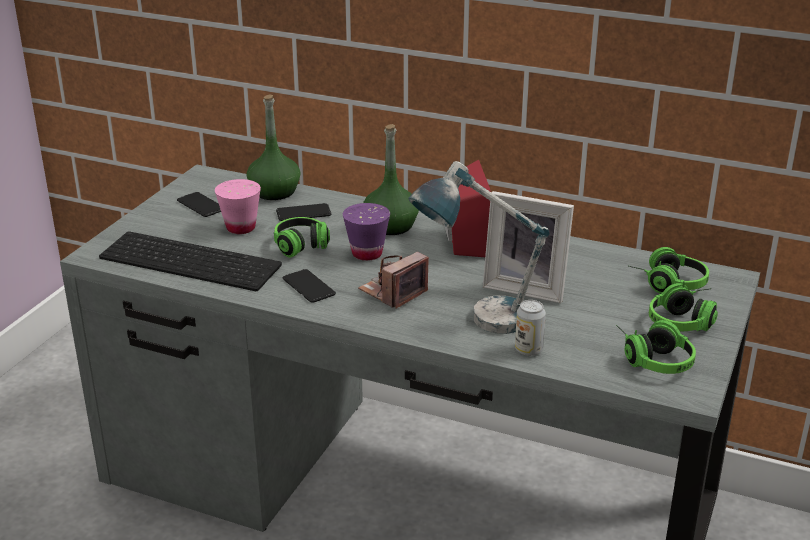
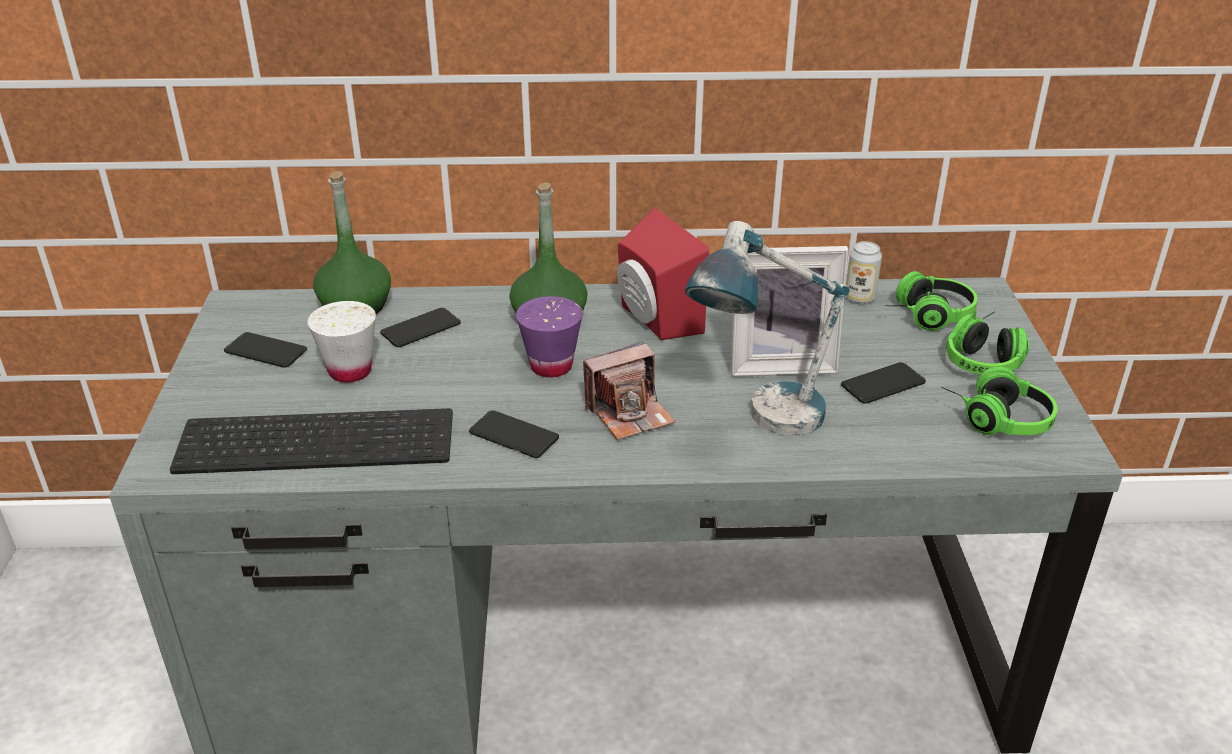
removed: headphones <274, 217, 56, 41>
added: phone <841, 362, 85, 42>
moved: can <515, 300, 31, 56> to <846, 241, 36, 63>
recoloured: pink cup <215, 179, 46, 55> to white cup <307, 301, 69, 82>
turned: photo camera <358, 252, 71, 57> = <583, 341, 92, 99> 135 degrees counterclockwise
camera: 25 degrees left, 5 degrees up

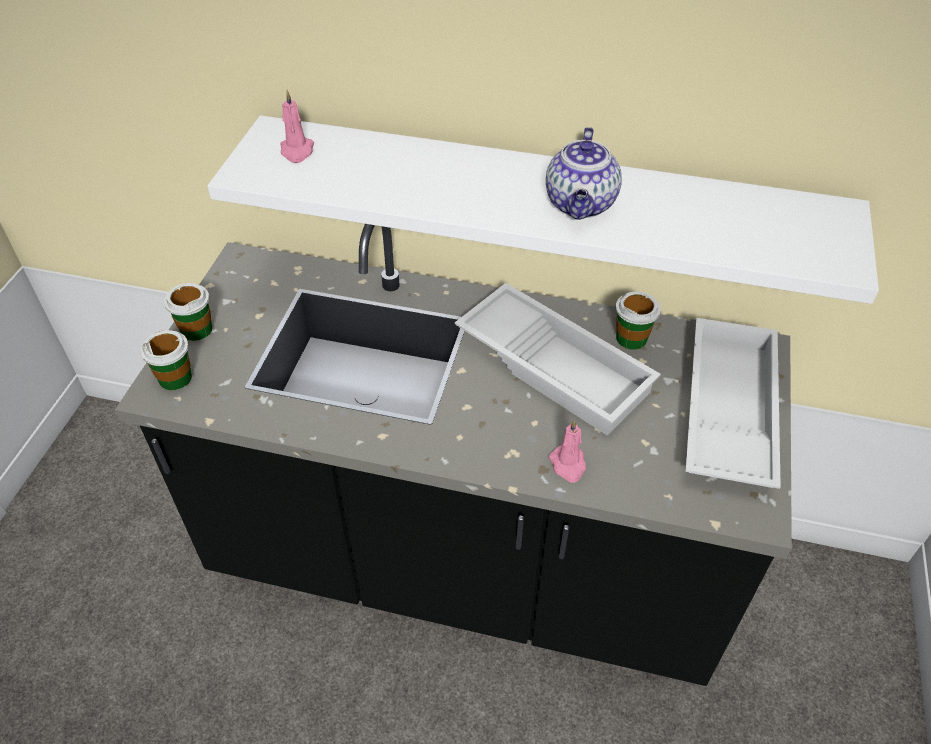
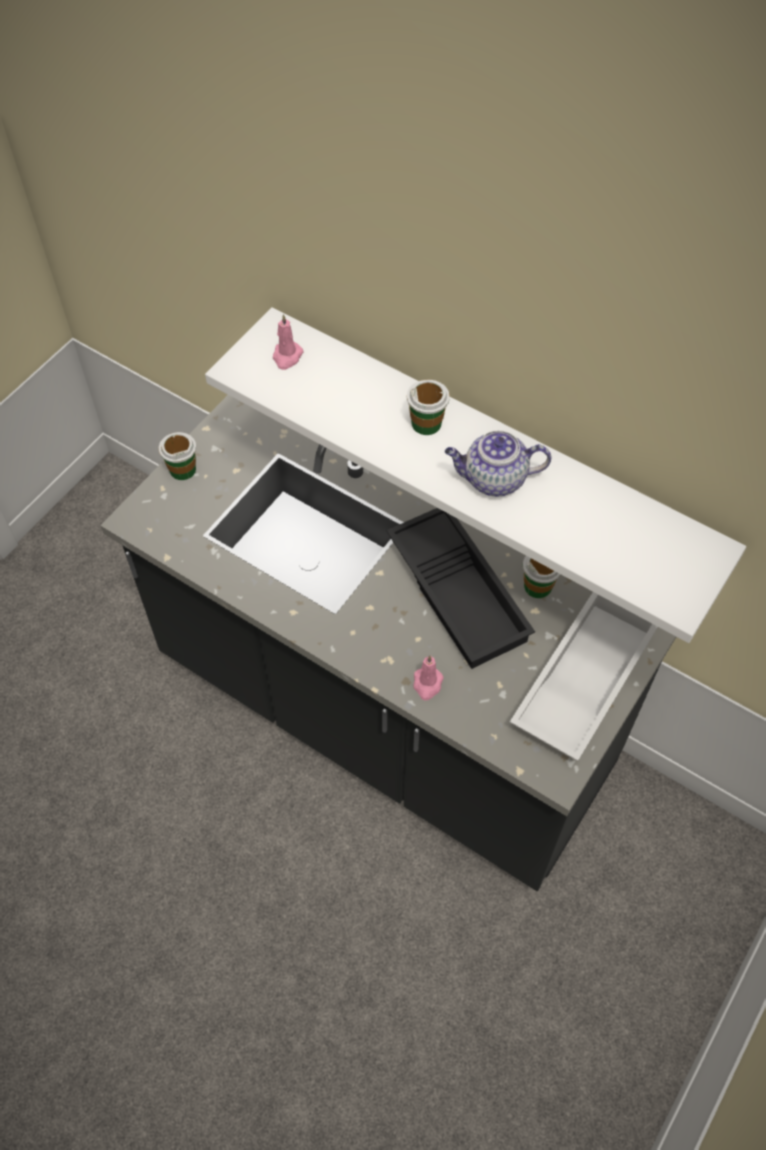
moved: cup <140, 330, 52, 60> to <407, 380, 43, 55>
recoloured: white tray <455, 283, 206, 153> to black tray <386, 508, 149, 161>
turned: teapot <546, 127, 76, 93> = <445, 430, 106, 66> 60 degrees clockwise
camera: 20 degrees right, 10 degrees up

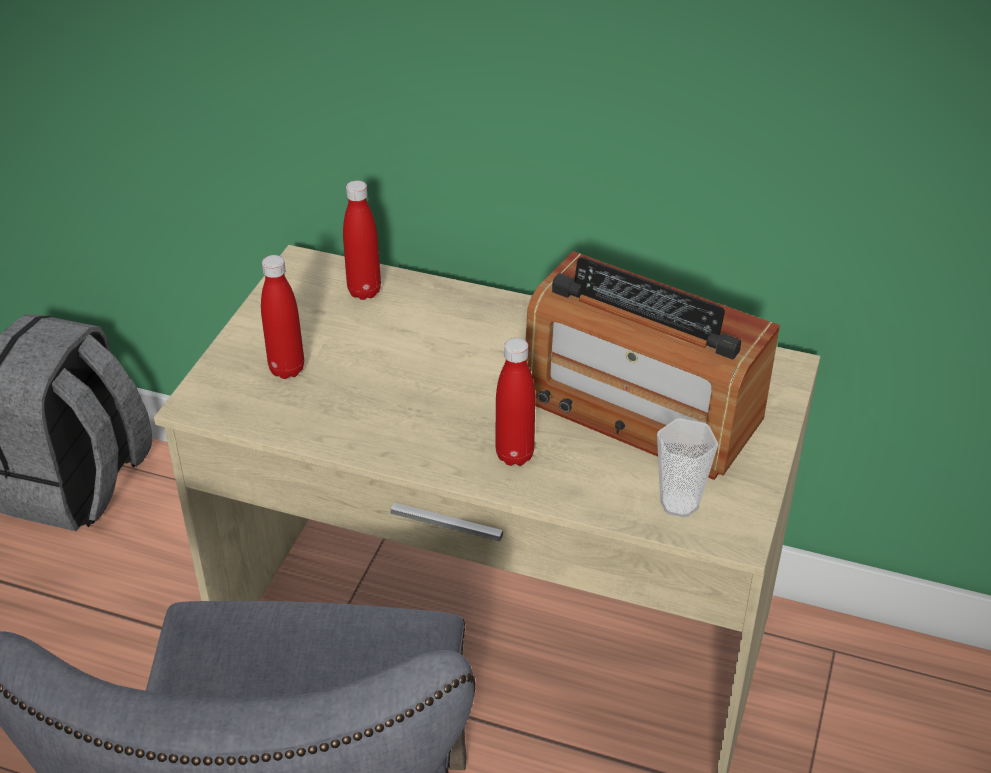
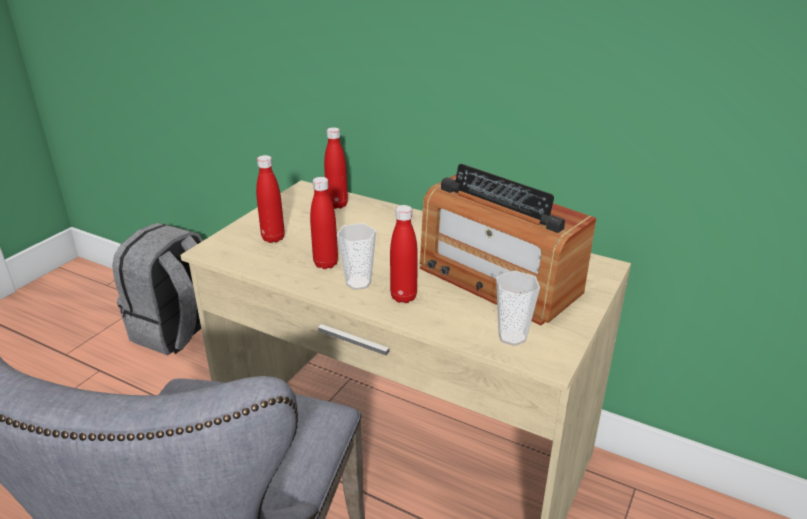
added: red bottle <310, 177, 28, 92>; cup <337, 223, 39, 67>
camera: 10 degrees right, 10 degrees down

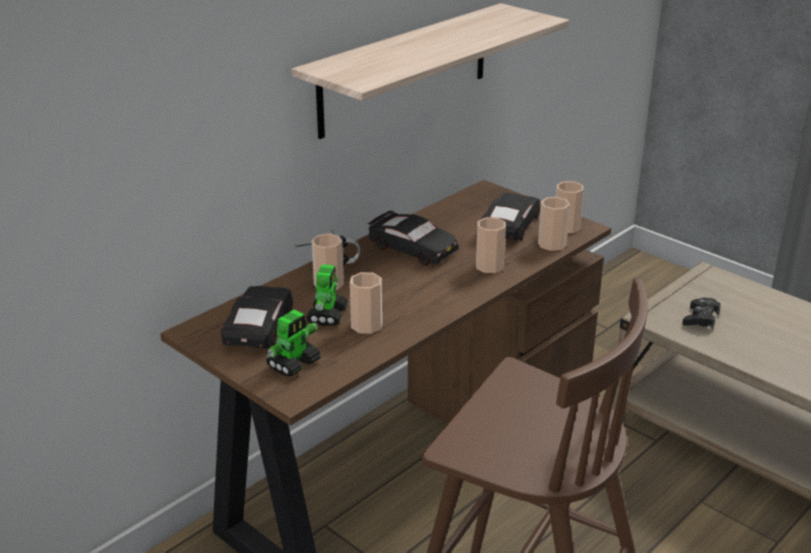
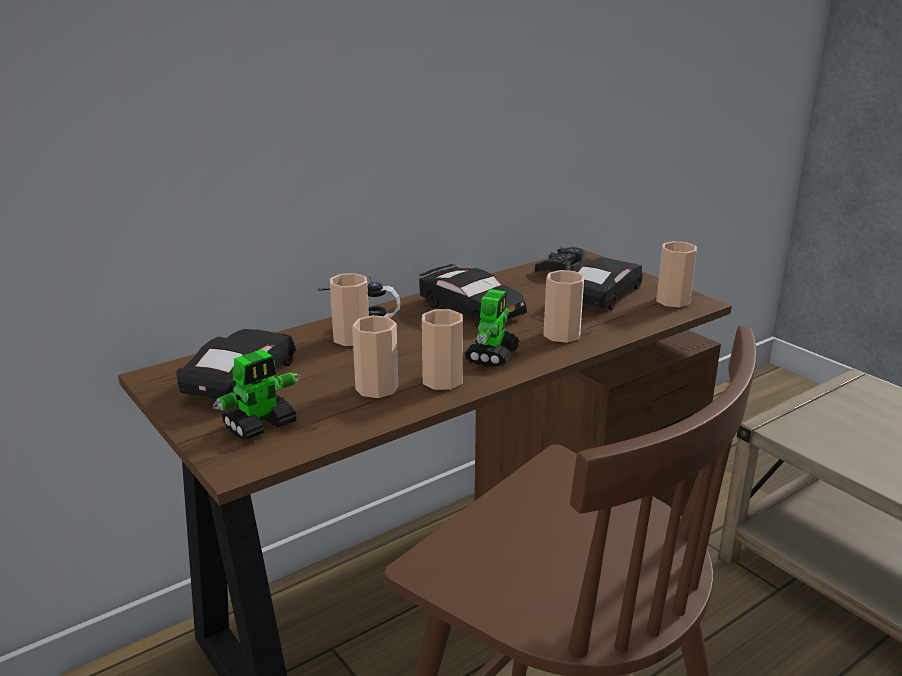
removed: shelf <291, 3, 278, 136>
moved: toy robot <306, 264, 42, 62> to <465, 289, 55, 78>; cup <538, 197, 32, 54> to <422, 309, 41, 81>; black game controller <682, 297, 39, 33> to <535, 246, 51, 26>
camera: 10 degrees right, 5 degrees down

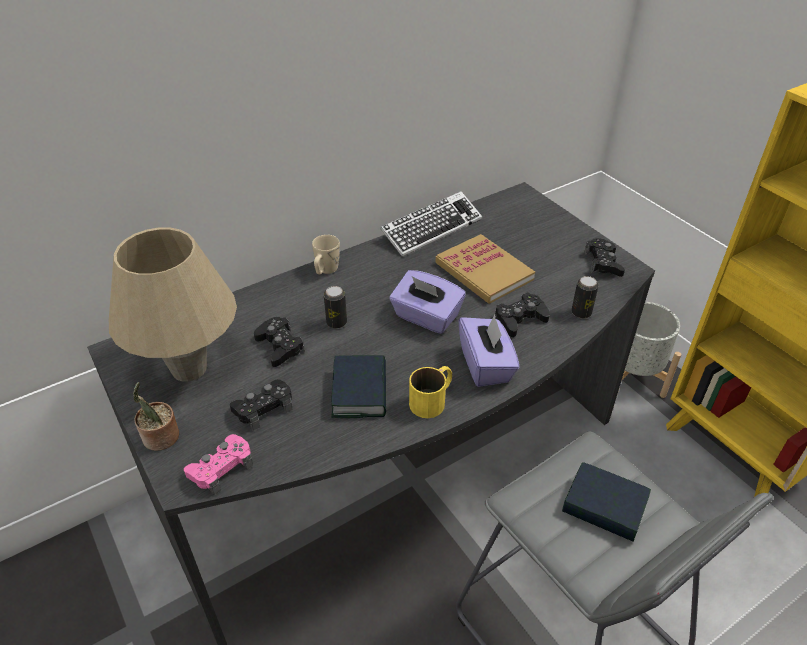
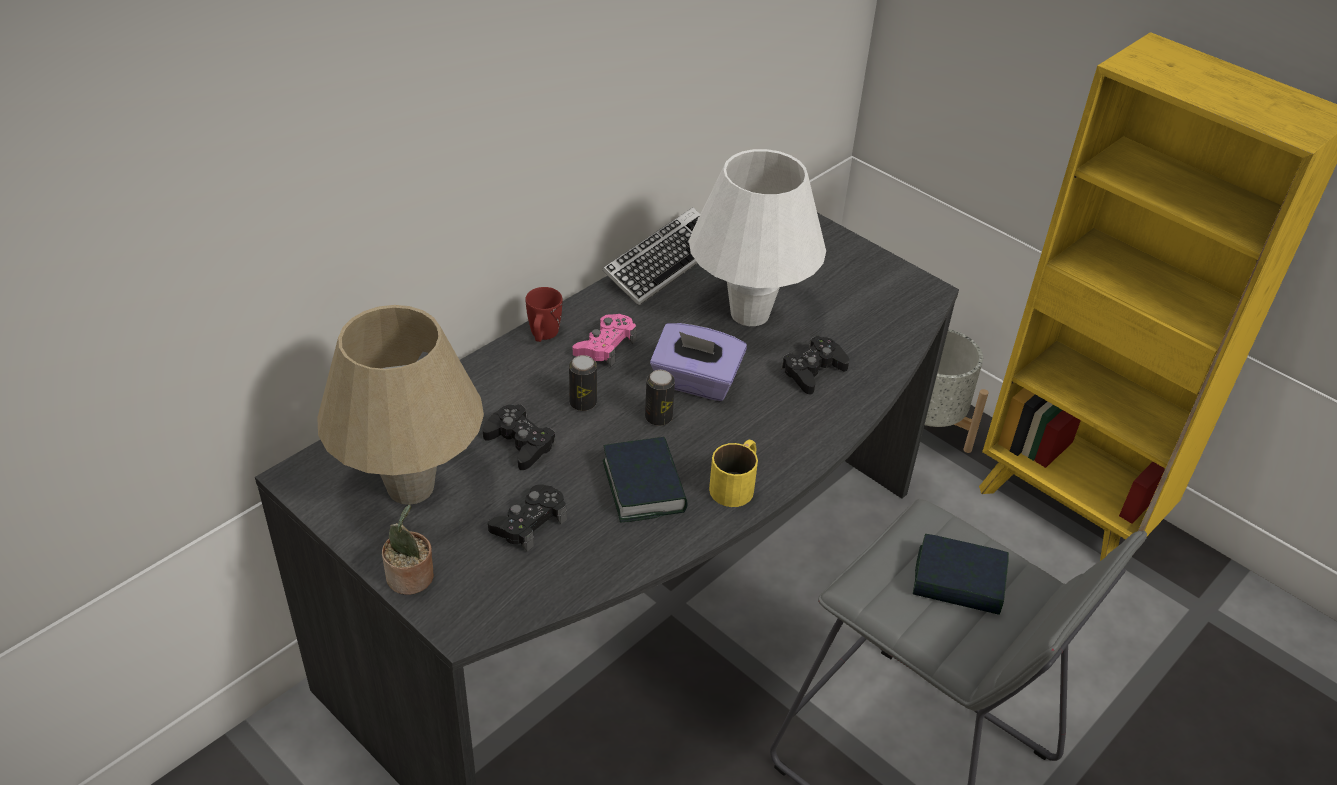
removed: purple tissue box <459, 315, 61, 72>; black game controller <585, 238, 40, 39>
moved: pink game controller <184, 434, 69, 61> to <573, 314, 64, 53>; can <571, 276, 28, 42> to <645, 370, 30, 56>
replaced: book <435, 234, 100, 70> to white table lamp <689, 149, 137, 177>
recoloured: beige mug <312, 235, 28, 39> to red mug <525, 287, 38, 55>
camera: 15 degrees left, 0 degrees up

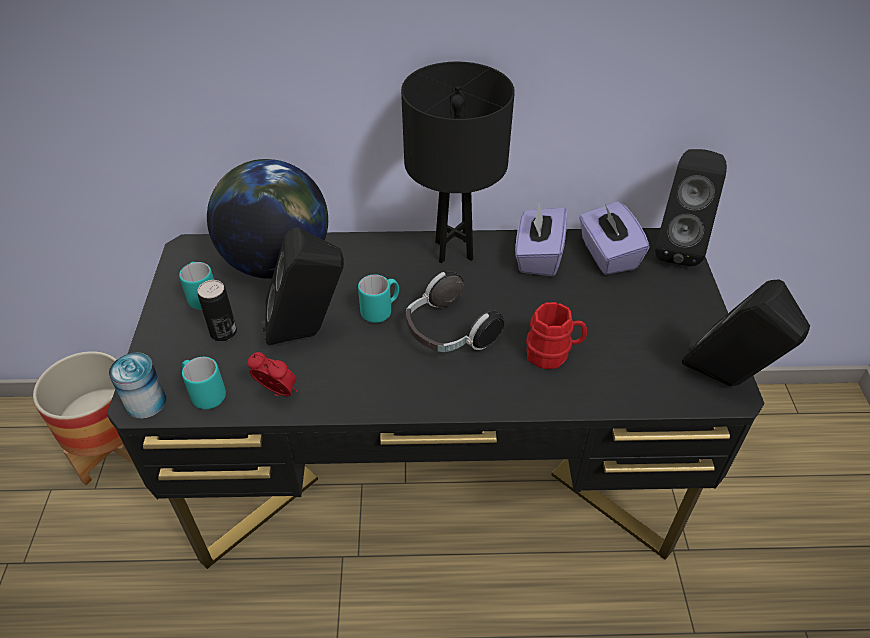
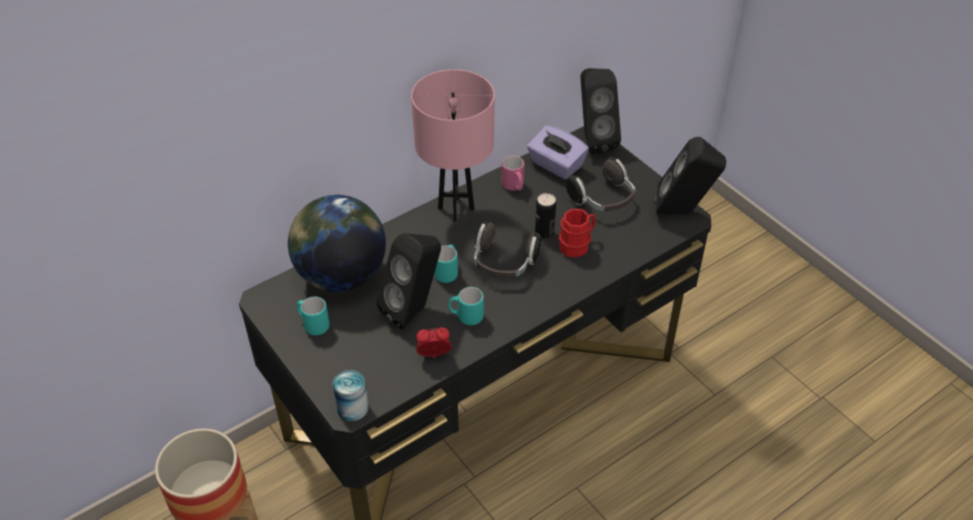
added: headphones <566, 158, 69, 53>
moved: turquoise mug <182, 357, 44, 52> to <448, 287, 36, 38>; can <198, 280, 39, 61> to <535, 193, 21, 45>
replaced: purple tissue box <515, 204, 52, 72> to pink mug <502, 156, 22, 35>
recoloured: black table lamp <401, 62, 114, 201> to pink table lamp <411, 69, 84, 153>
camera: 35 degrees left, 0 degrees up

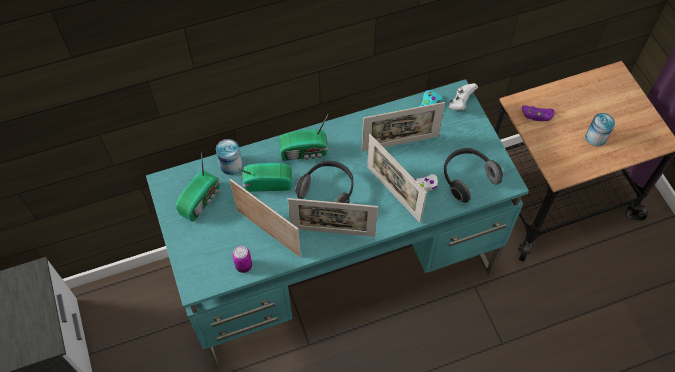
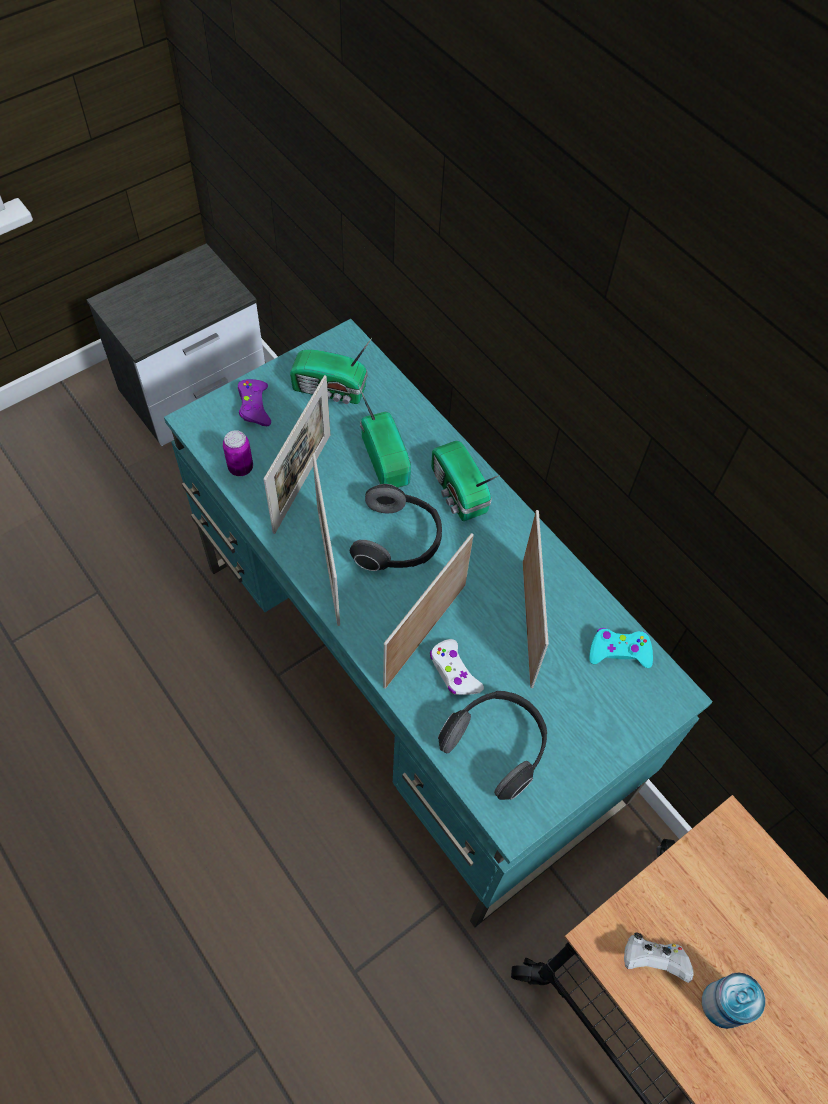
removed: can <216, 139, 27, 36>
moved: white game controller <449, 83, 29, 28> to <624, 932, 70, 51>; purple game controller <522, 106, 33, 15> to <238, 379, 33, 47>
turned: picture frame <362, 102, 83, 50> = <523, 510, 26, 178> 150 degrees counterclockwise
camera: 70 degrees right, 0 degrees up

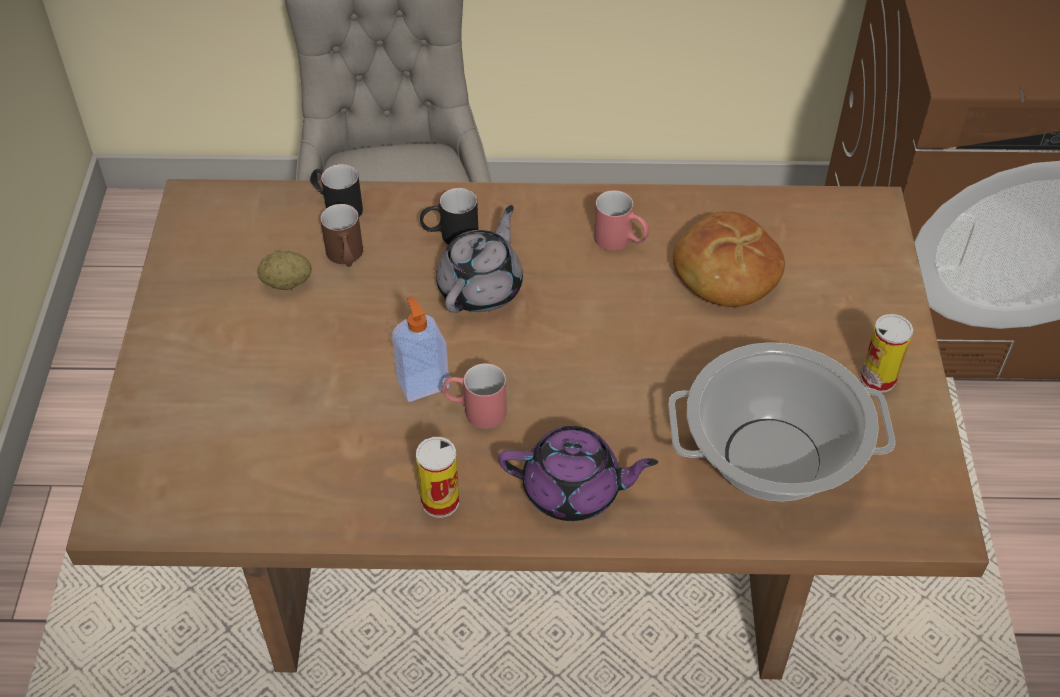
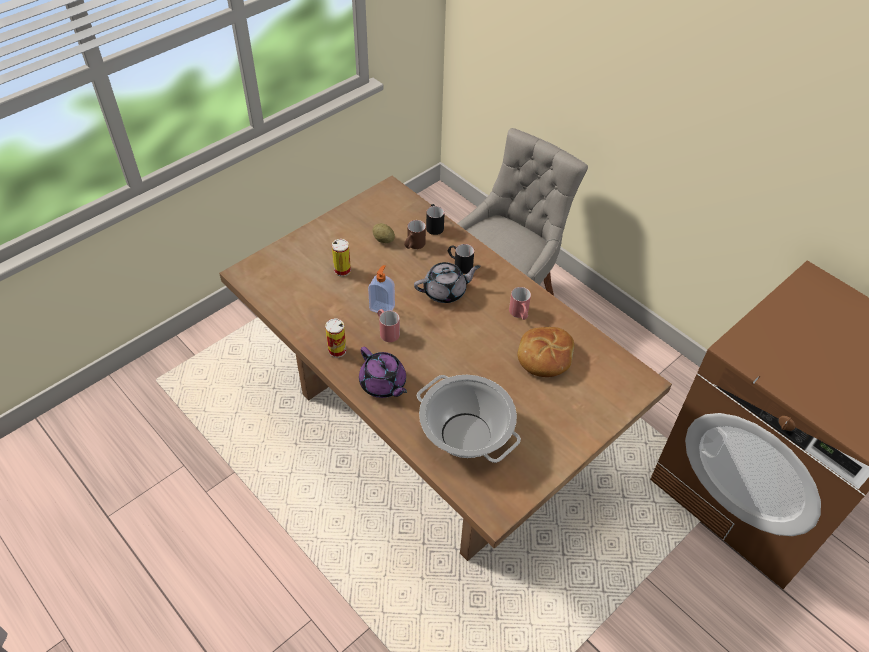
moved: can <860, 314, 53, 79> to <332, 239, 19, 38>
camera: 45 degrees right, 0 degrees up

